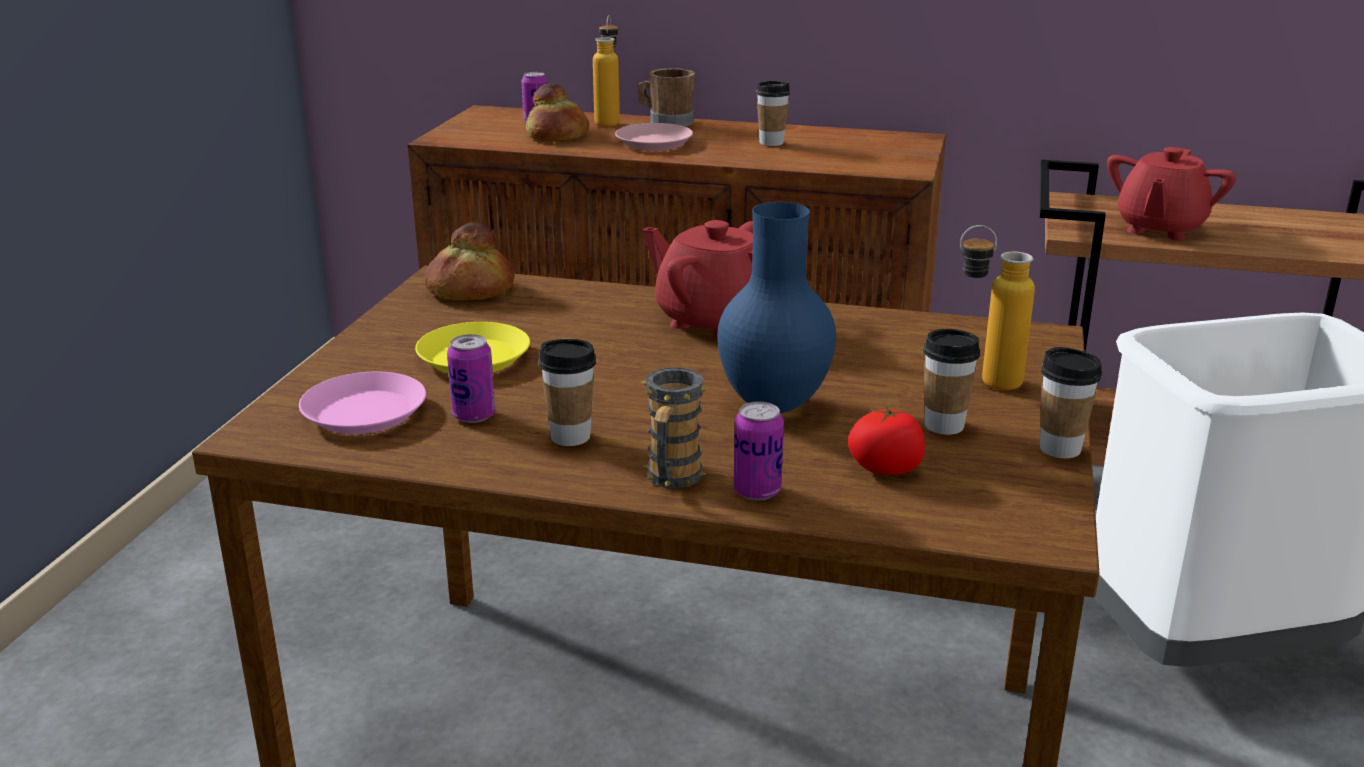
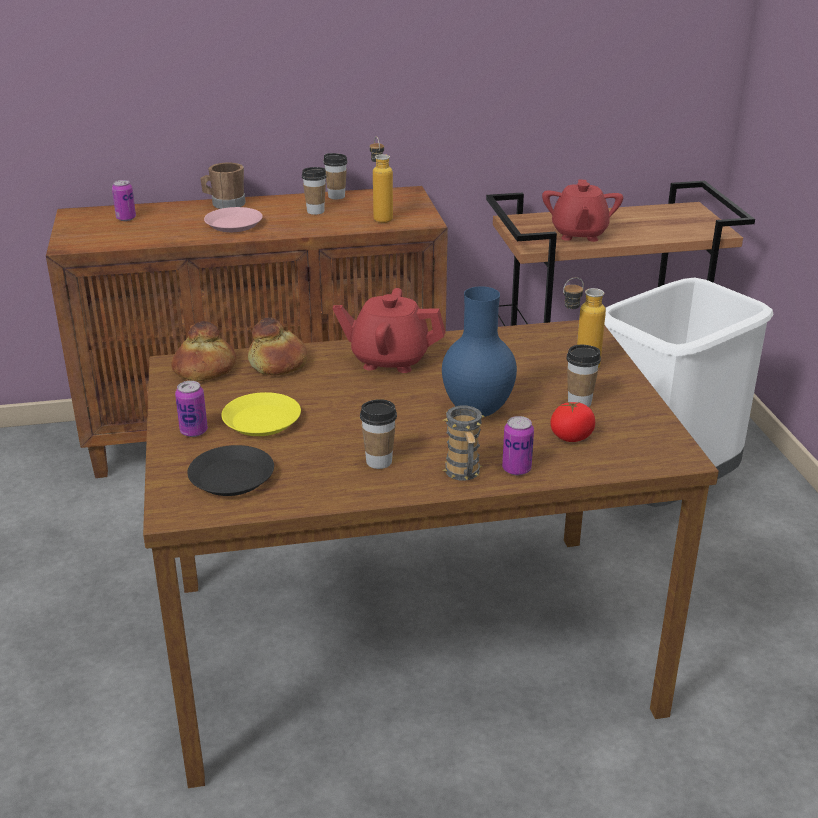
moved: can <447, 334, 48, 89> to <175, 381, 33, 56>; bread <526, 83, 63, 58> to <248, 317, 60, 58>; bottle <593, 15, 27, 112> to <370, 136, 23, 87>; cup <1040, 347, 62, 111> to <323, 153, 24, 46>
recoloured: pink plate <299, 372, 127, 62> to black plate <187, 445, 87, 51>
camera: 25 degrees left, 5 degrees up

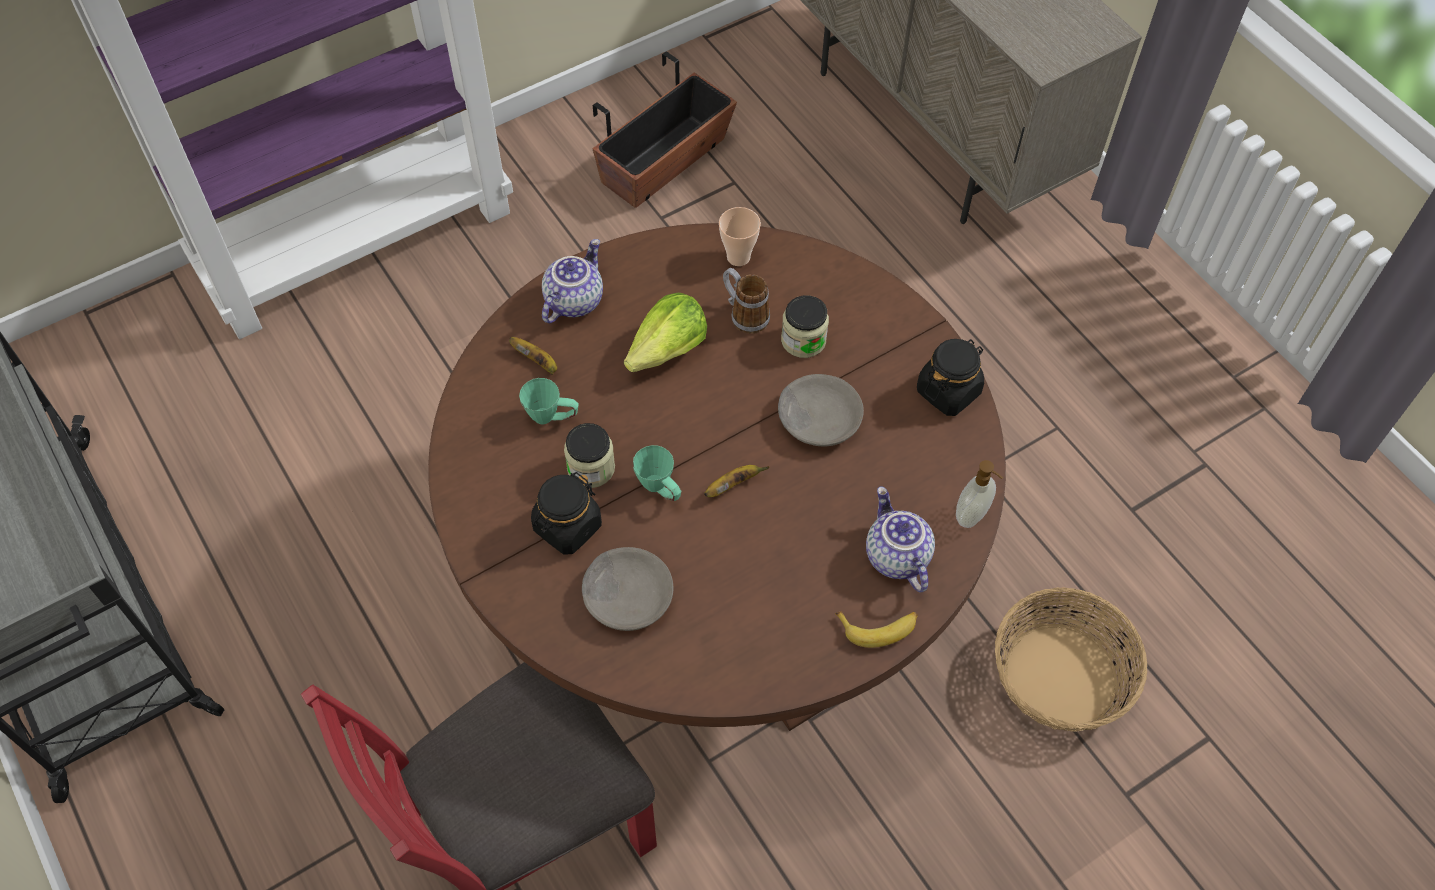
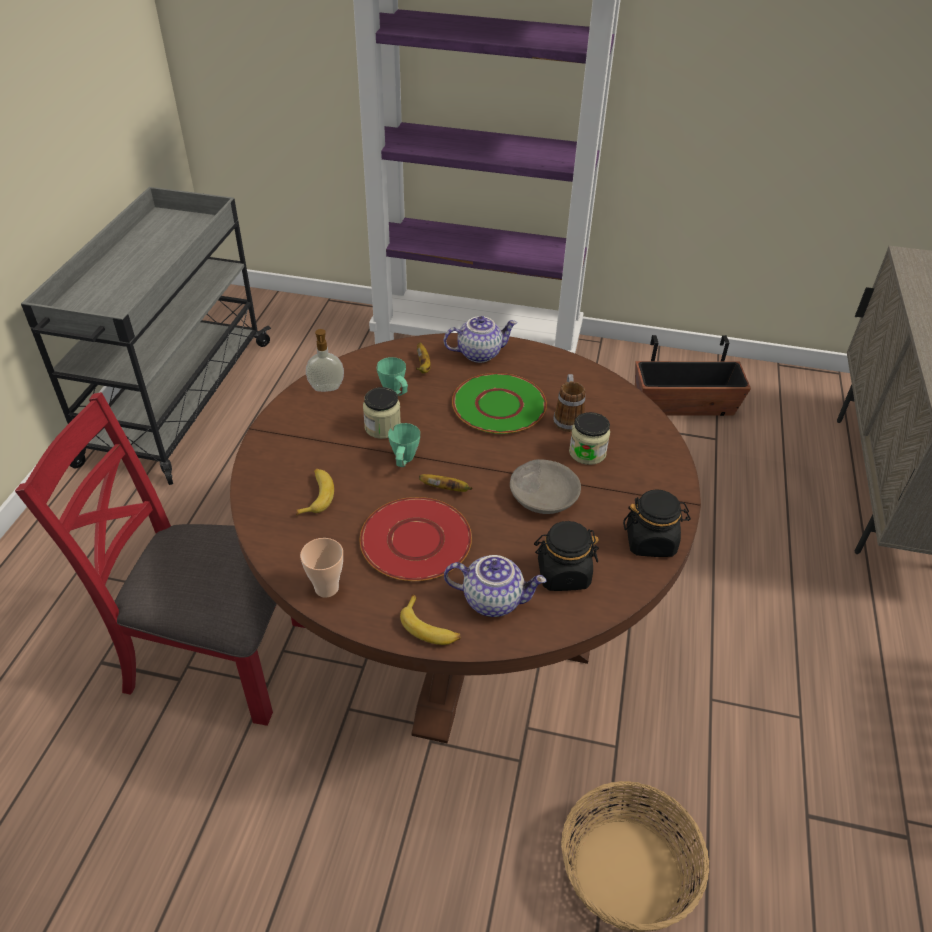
added: red plate <360, 497, 112, 84>
moved: black jar <531, 472, 71, 83> to <534, 521, 65, 70>; cup <719, 207, 42, 59> to <300, 538, 43, 60>; soap dispenser <956, 460, 47, 68> to <306, 329, 38, 63>
replaced: grey bowl <582, 547, 91, 84> to banana <296, 469, 38, 46>; lettuce <624, 293, 83, 79> to green plate <452, 373, 95, 61>
turned: teapot <866, 486, 69, 107> = <444, 555, 103, 62> 75 degrees clockwise
camera: 45 degrees right, 15 degrees down

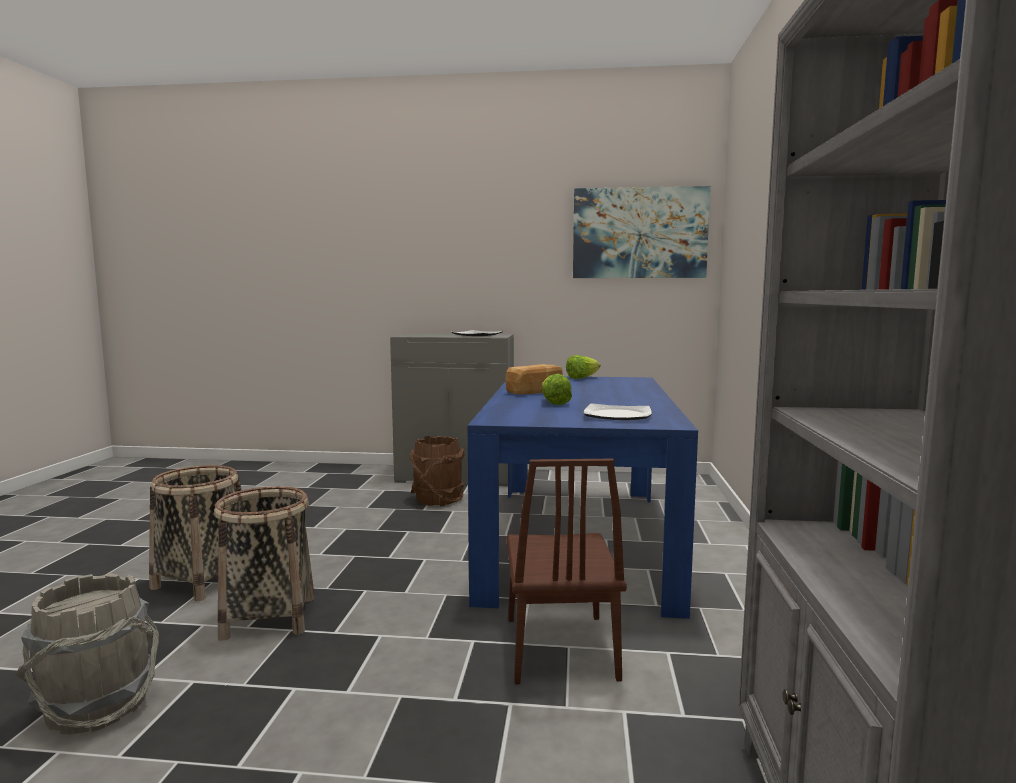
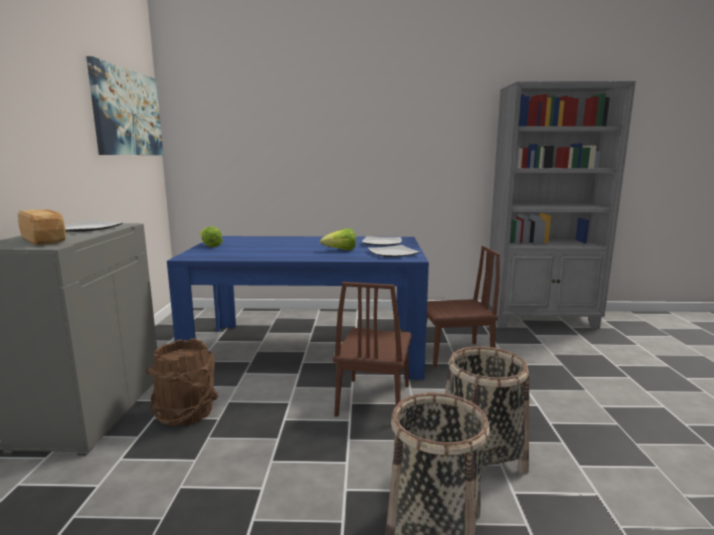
removed: grey bucket <16, 573, 143, 162>
added: brown chair <333, 282, 79, 135>; plate <368, 245, 52, 12>
moved: bread <505, 364, 58, 30> to <18, 209, 48, 36>
camera: 95 degrees left, 5 degrees up

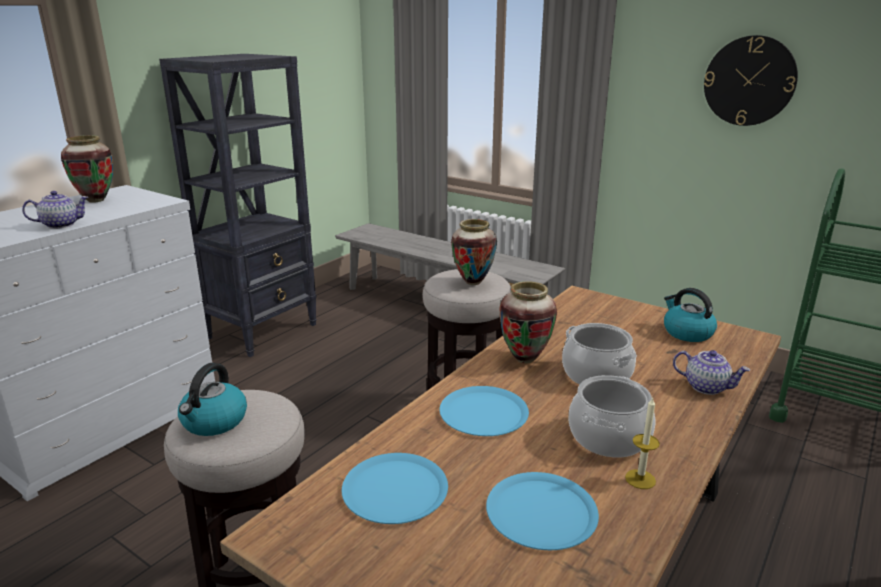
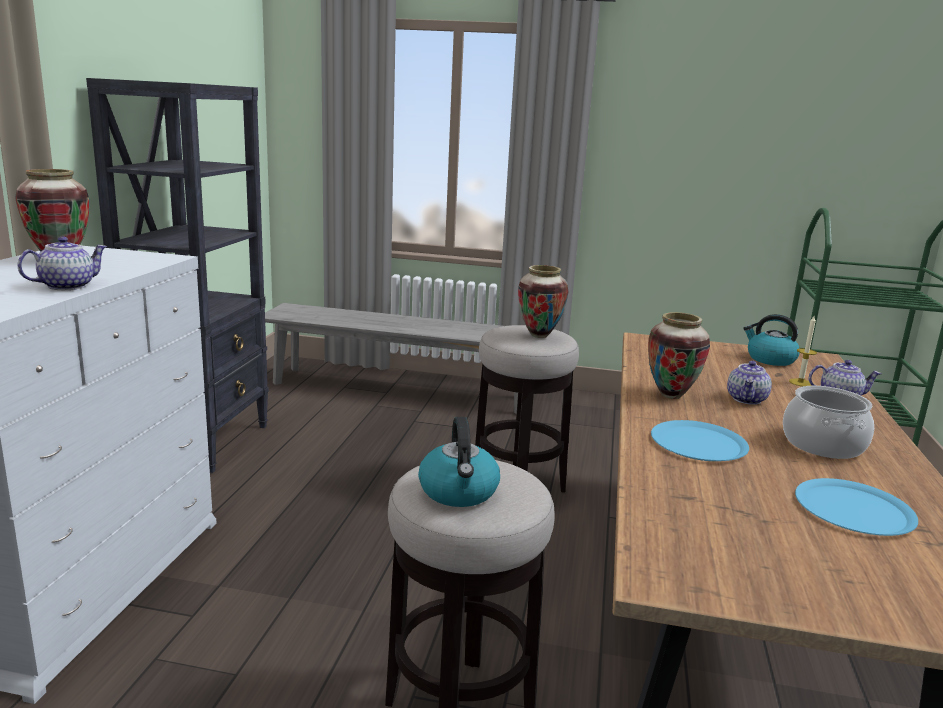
removed: blue plate <342, 453, 106, 71>; wall clock <704, 35, 94, 91>
moved: candle <625, 398, 35, 91> to <789, 316, 28, 71>
replaced: cooking pot <562, 323, 75, 61> to teapot <727, 361, 45, 44>
camera: 25 degrees left, 5 degrees down

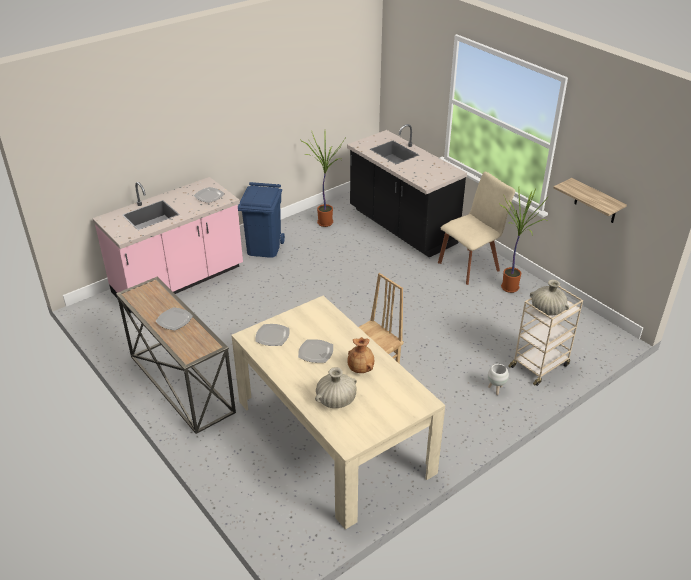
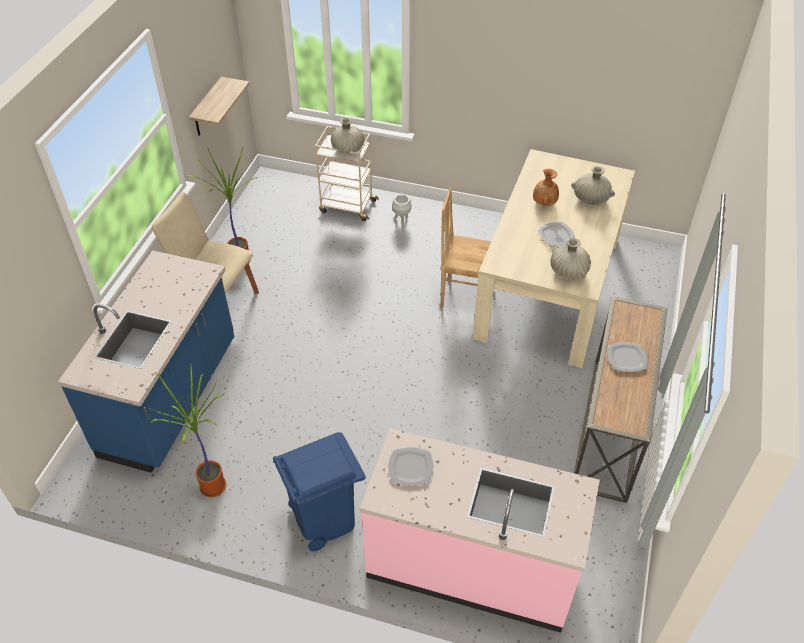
replaced: plate <255, 324, 34, 22> to beige vase <550, 238, 41, 41>
recoloured: black counter <347, 124, 120, 134> to blue counter <58, 250, 176, 223>
camera: 125 degrees left, 10 degrees up

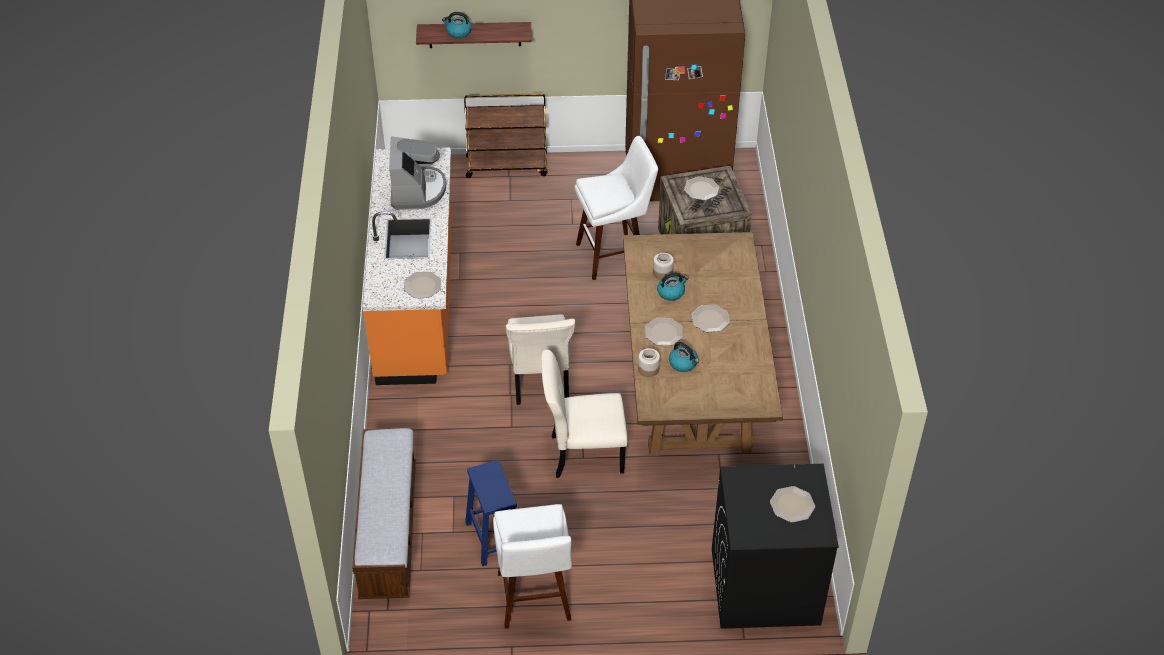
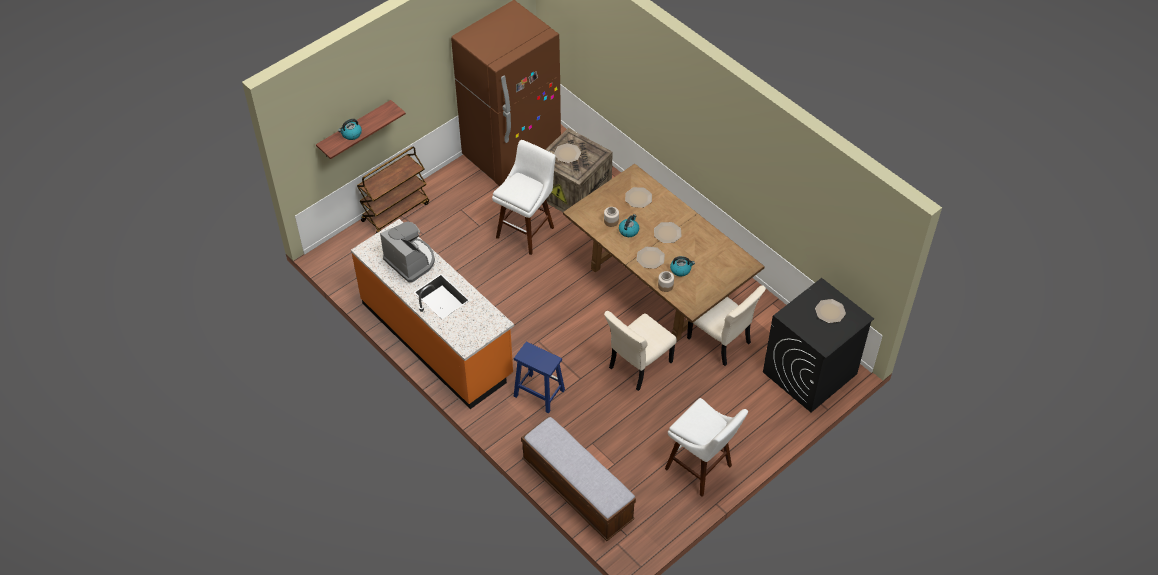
moved: plate <404, 271, 37, 27> to <625, 187, 27, 21>; blue stool <465, 460, 52, 106> to <514, 342, 51, 71>; beige chair <506, 315, 69, 90> to <687, 285, 79, 81>
camera: 40 degrees left, 5 degrees up

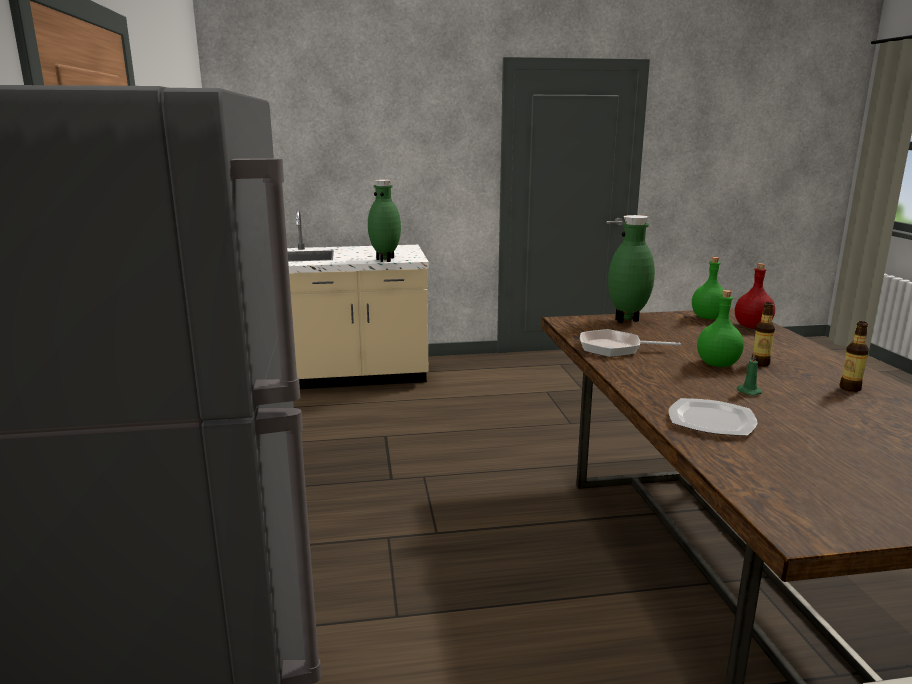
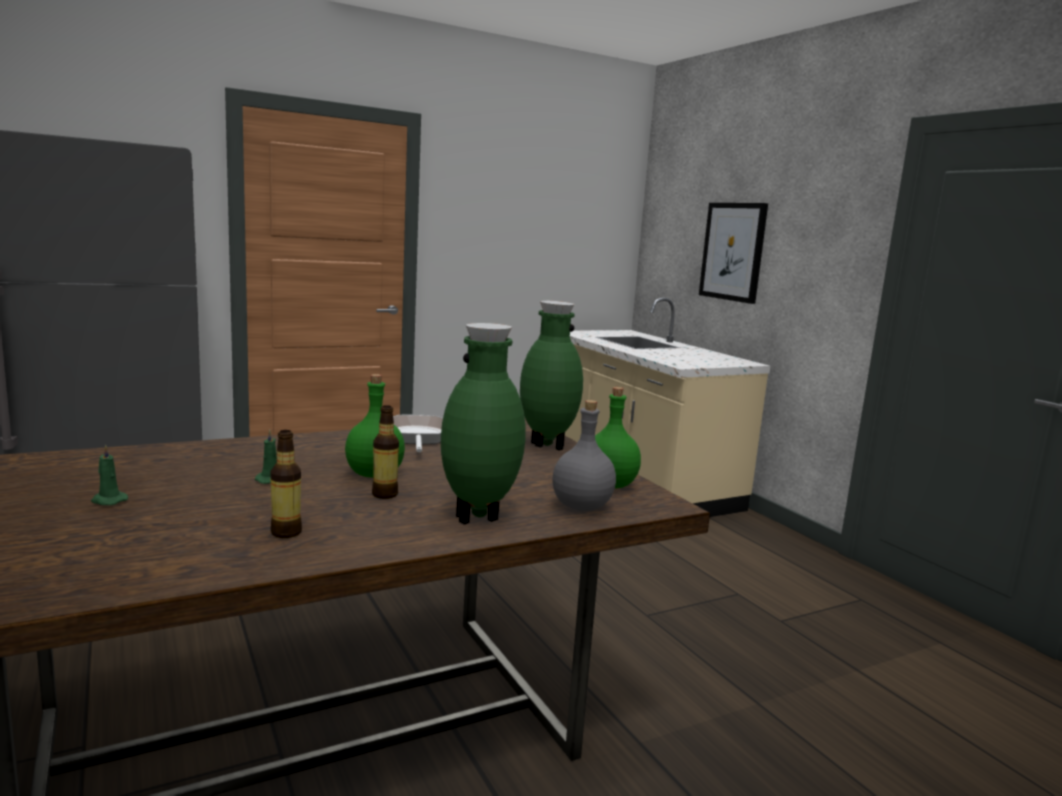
removed: plate <669, 398, 88, 38>
added: green candle <91, 444, 37, 61>; picture <699, 203, 69, 101>
moved: green vase <368, 180, 33, 82> to <441, 323, 85, 202>
recoloured: red bottle <735, 263, 40, 66> to grey bottle <552, 400, 64, 111>
camera: 70 degrees right, 5 degrees down

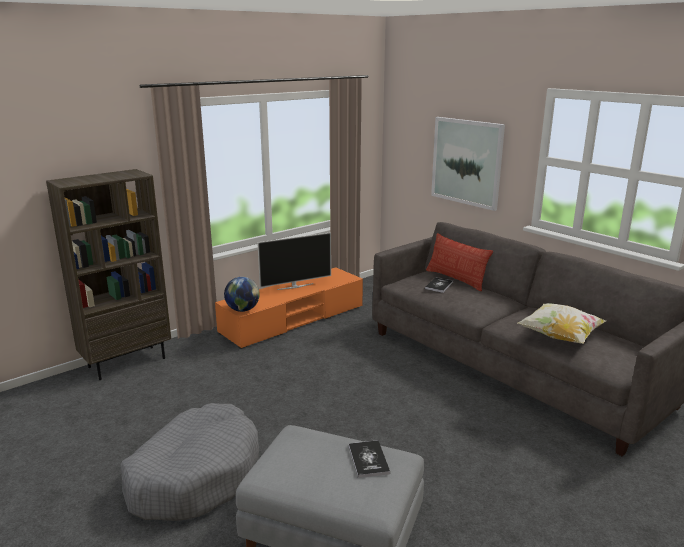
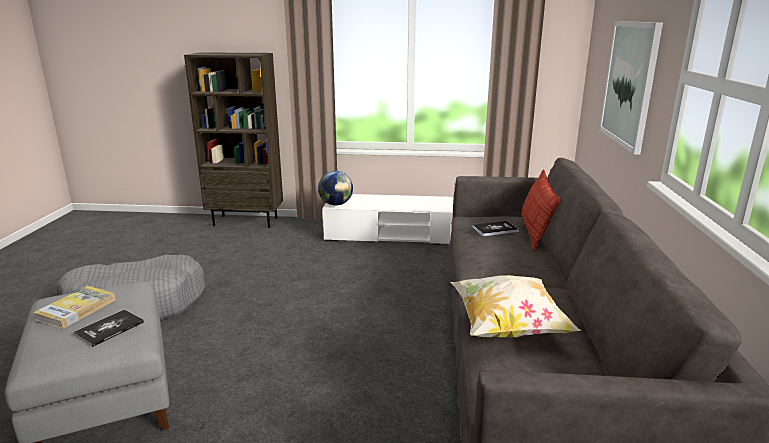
removed: television <257, 232, 74, 58>
added: book <33, 286, 83, 43>
recoloured: orange tv stand <215, 267, 148, 82> to white tv stand <323, 194, 130, 51>
camera: 45 degrees right, 0 degrees up

